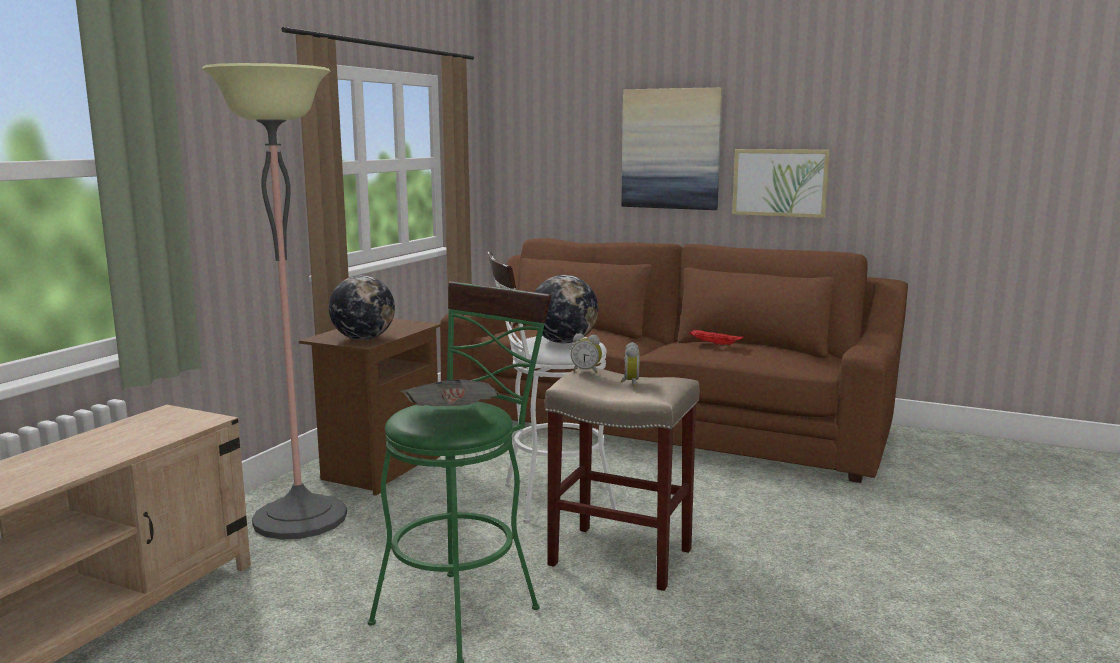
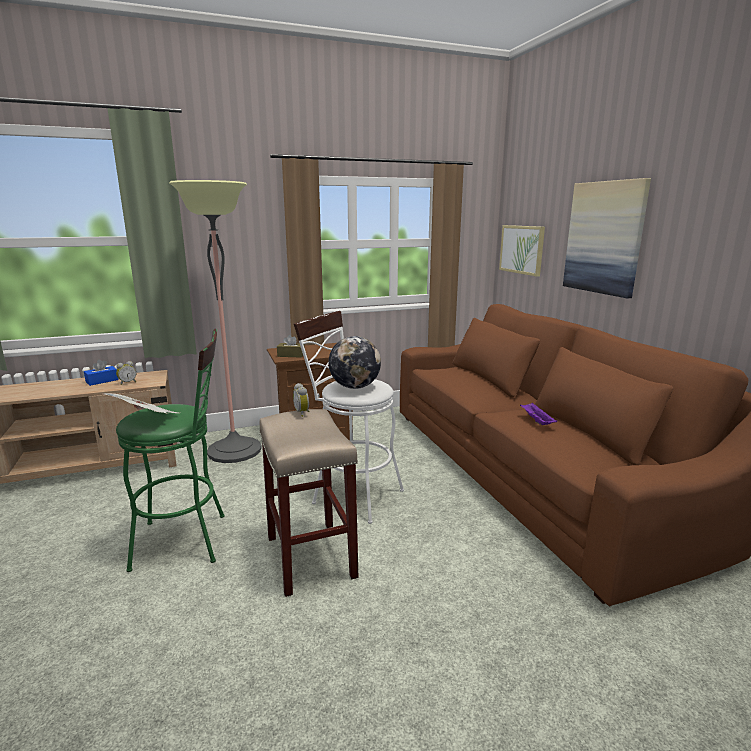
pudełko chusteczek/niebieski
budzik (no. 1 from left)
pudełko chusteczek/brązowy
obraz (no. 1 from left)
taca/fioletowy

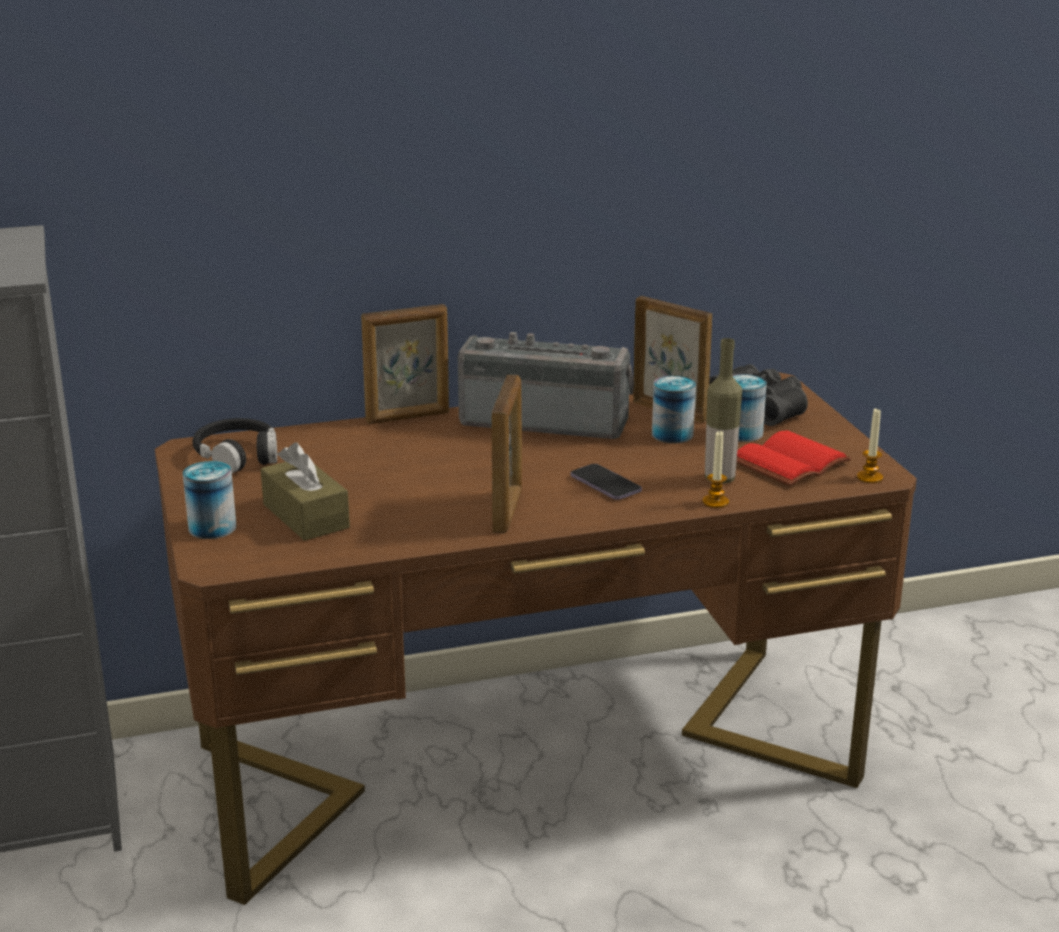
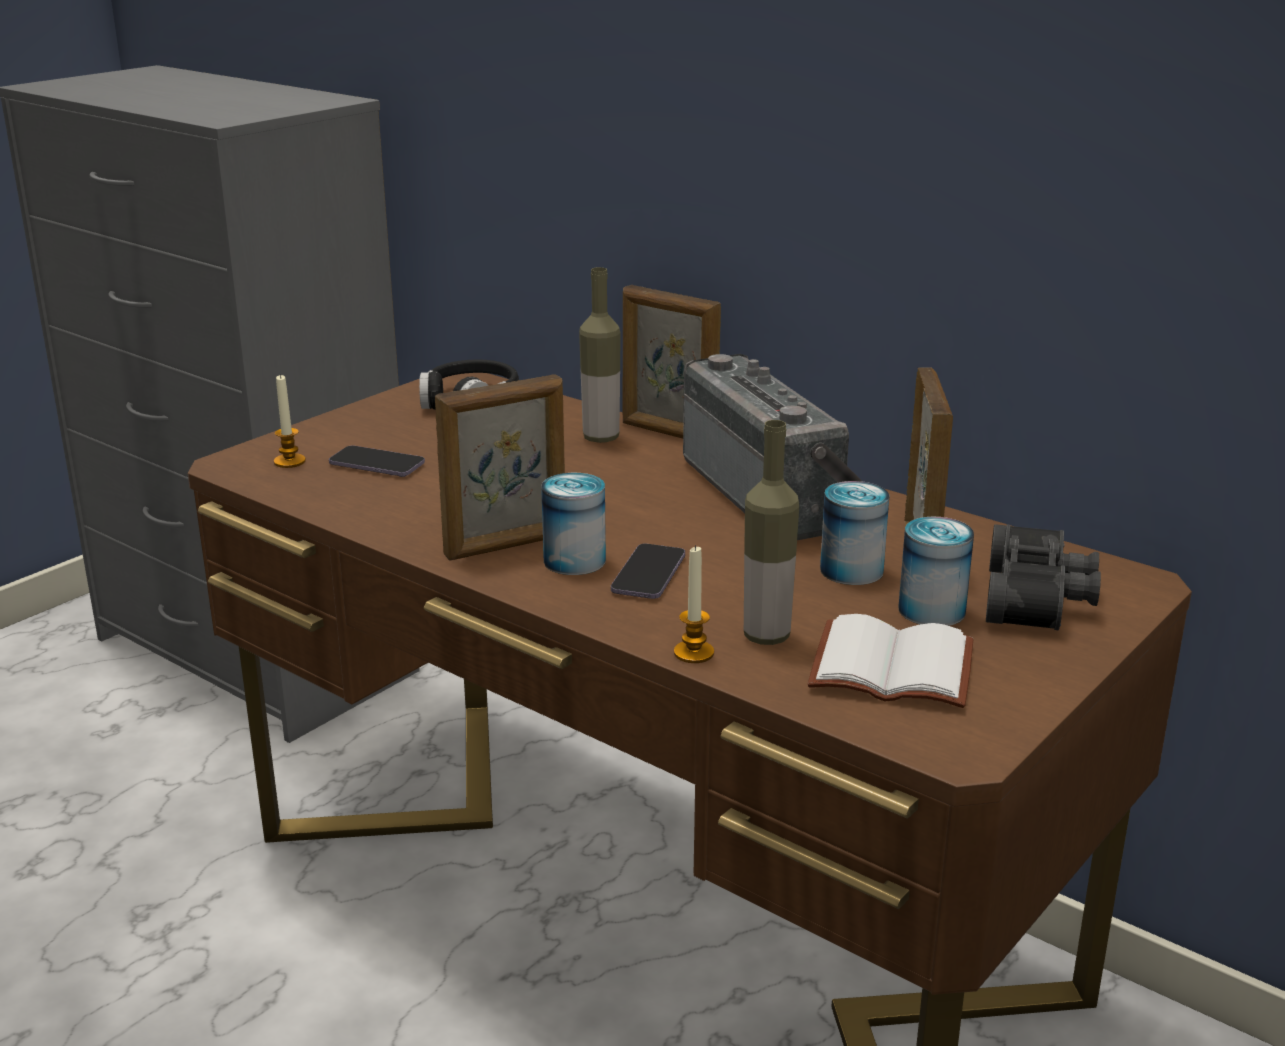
świeca (no. 1 from left)
telefon (no. 1 from left)
puszka (no. 1 from left)
butelka (no. 1 from left)
książka/biały

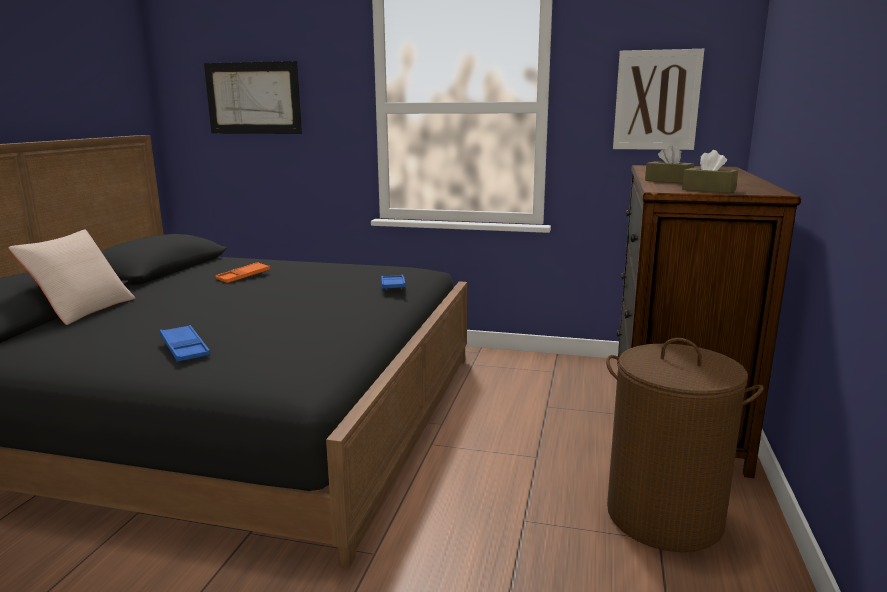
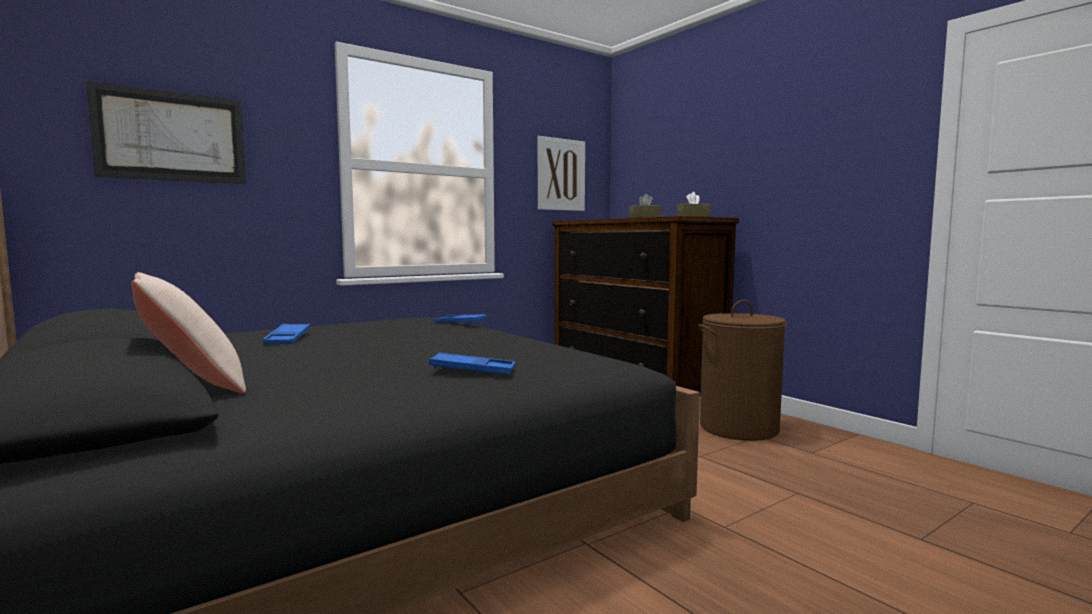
taca/niebieski (no. 1 from left)

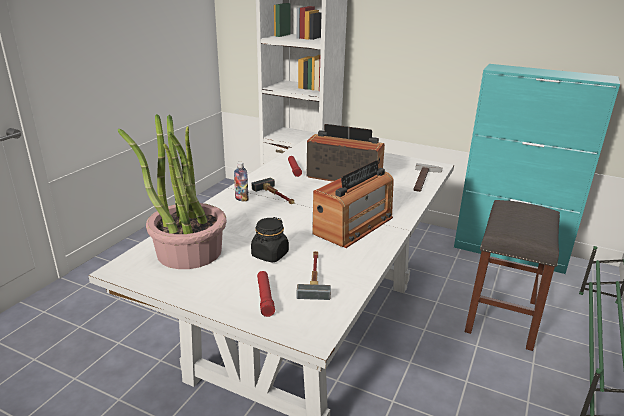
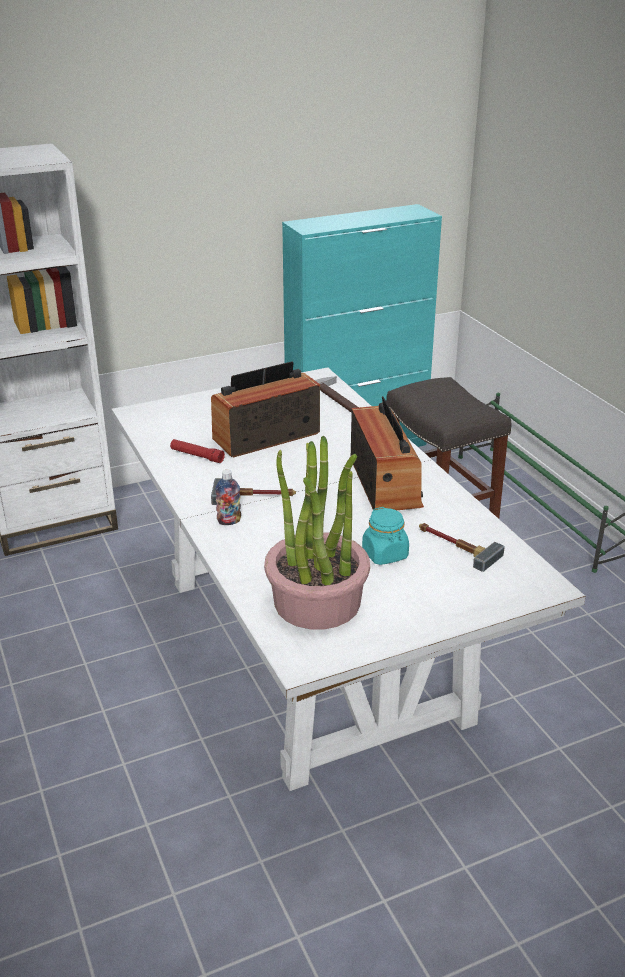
słoik/turkusowy
latarka/czerwony (no. 1 from left in the first image)

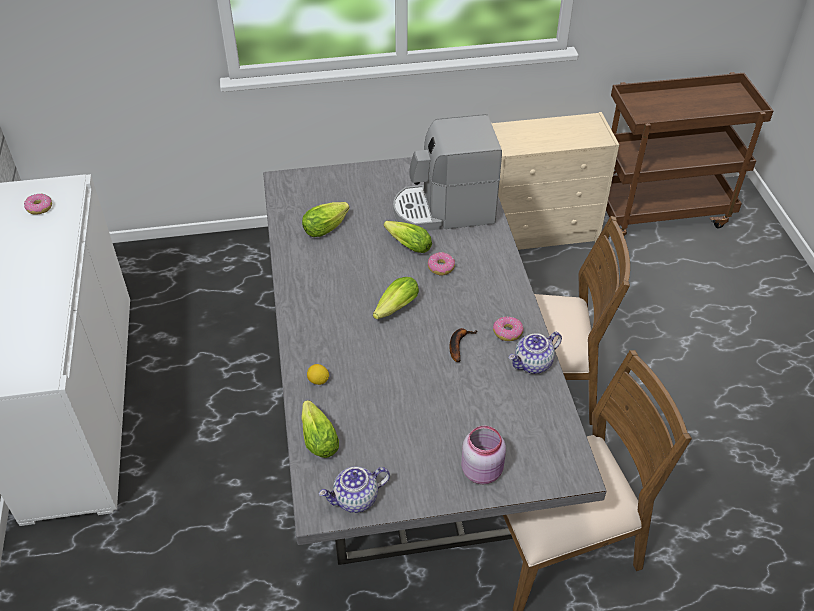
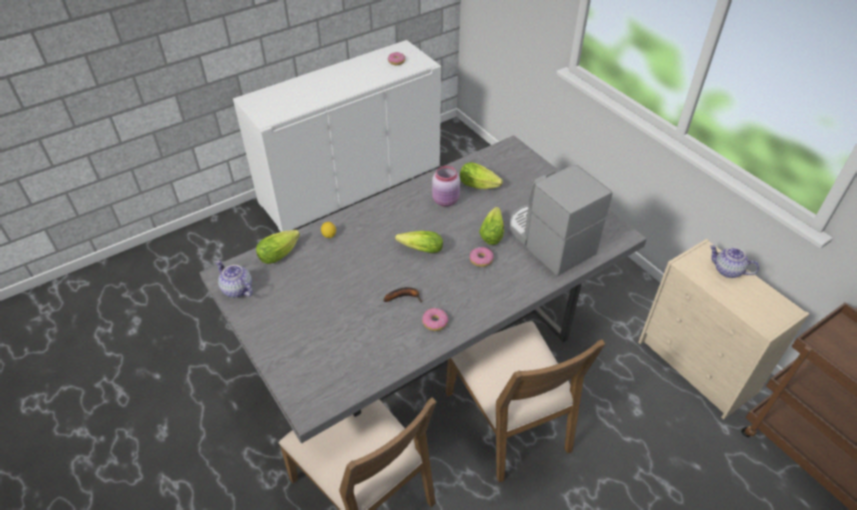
słoik/różowy
imbryk (no. 2 from left)

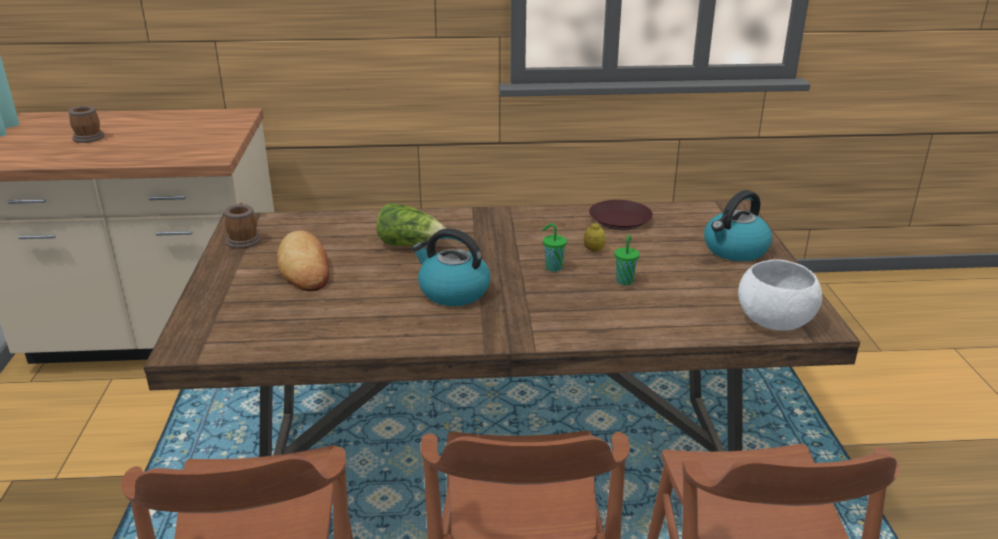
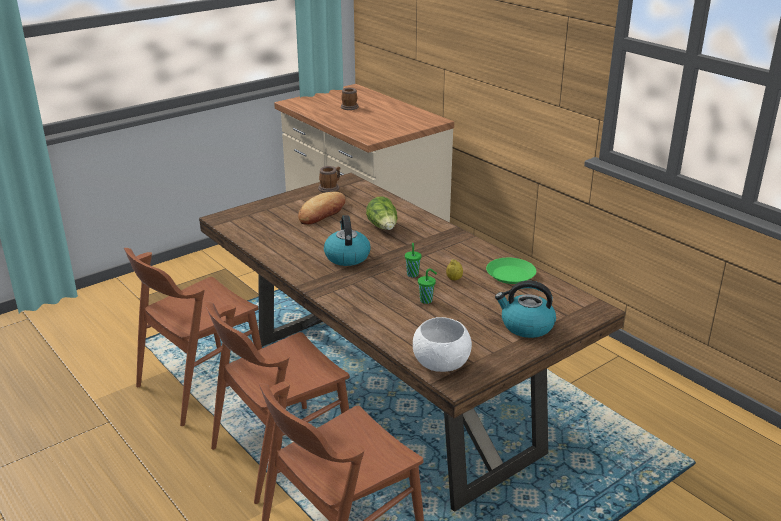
talerz/zielony

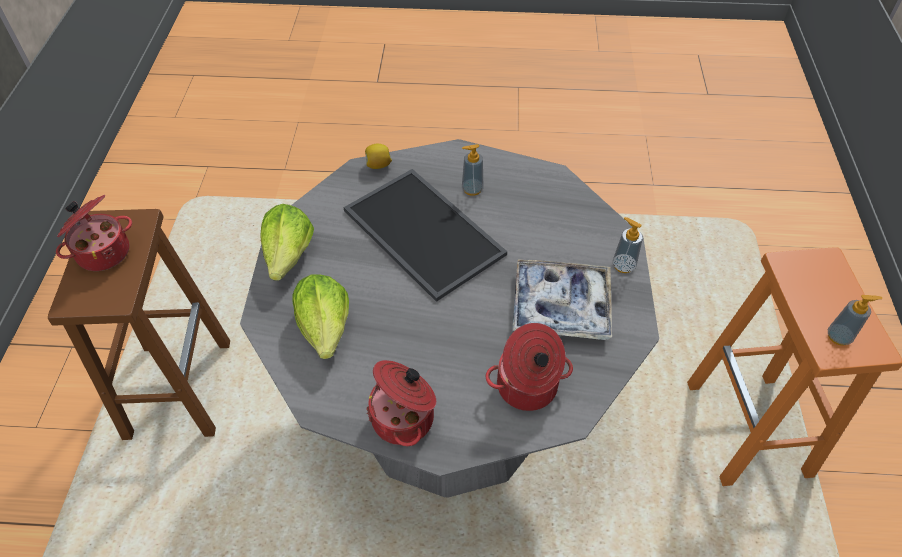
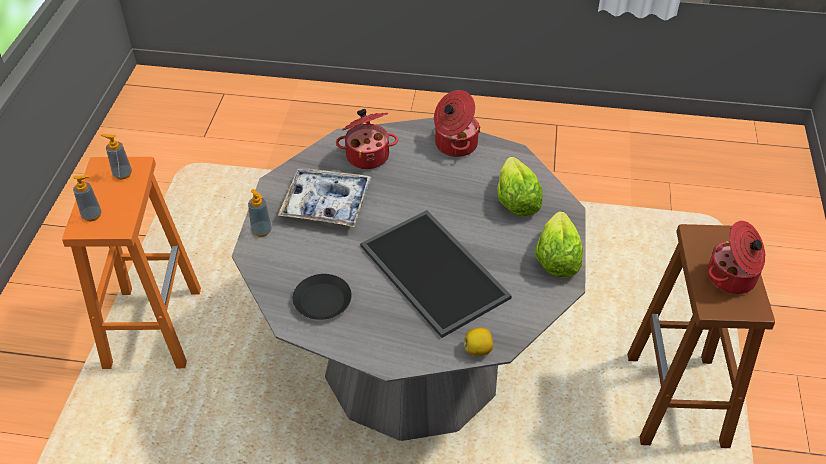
dozownik mydła (no. 1 from left)
talerz/czarny

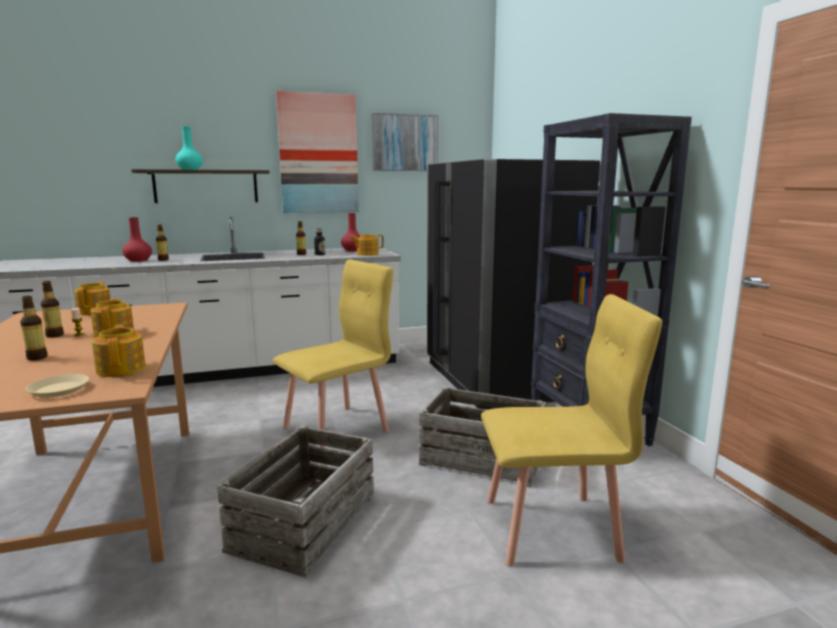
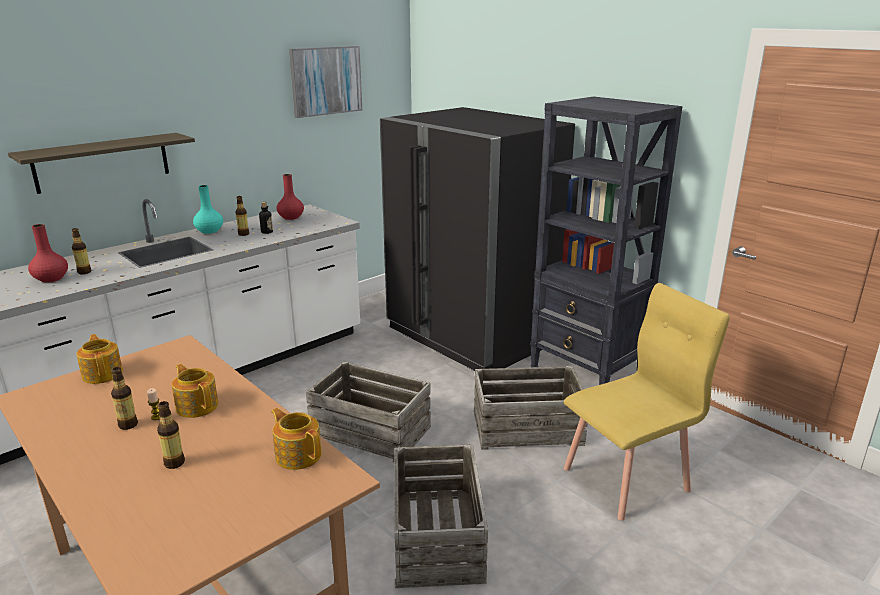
wazon/turkusowy
skrzynka (no. 1 from left)
talerz/beżowy
obraz (no. 1 from left in the first image)
imbryk (no. 4 from left in the first image)

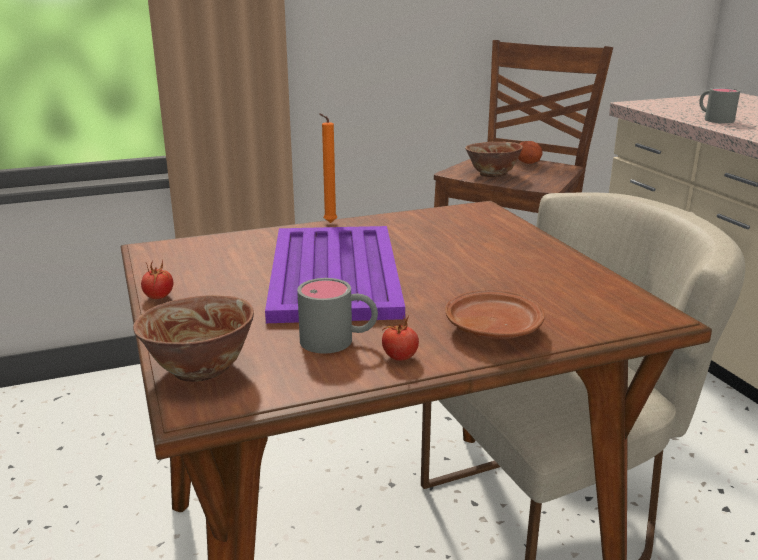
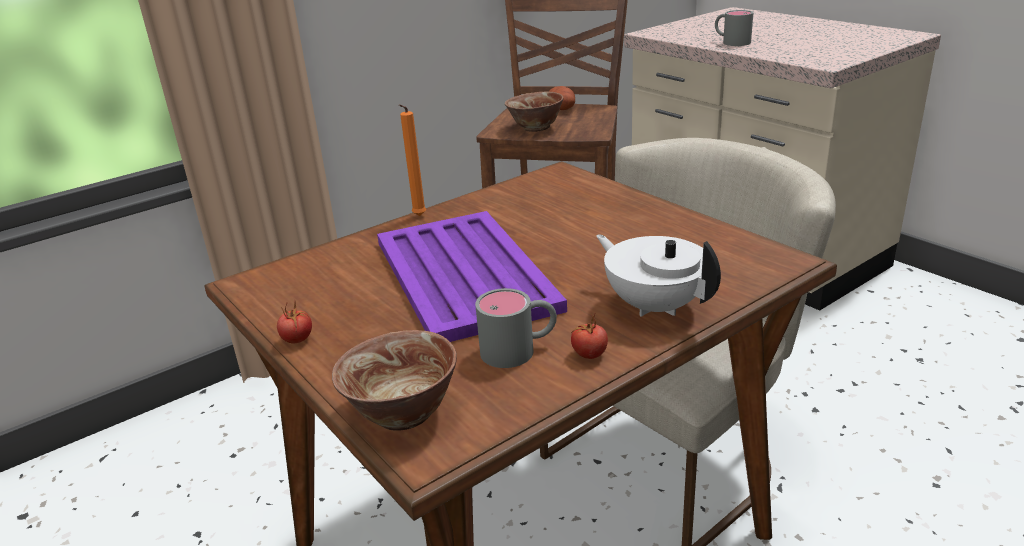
imbryk/biały

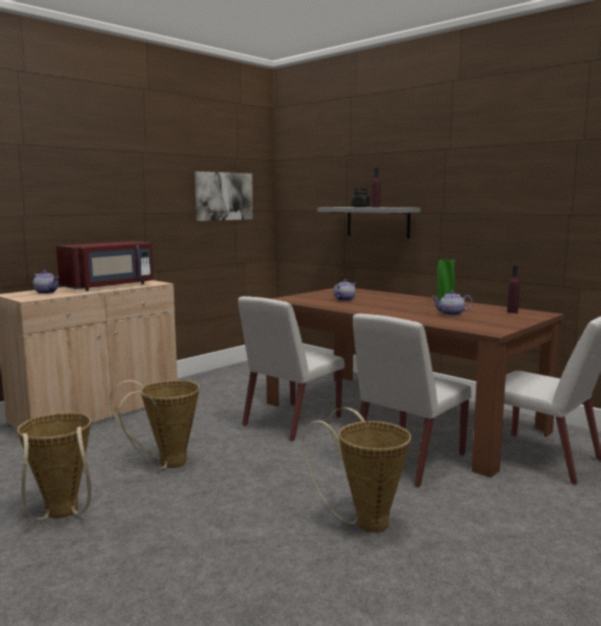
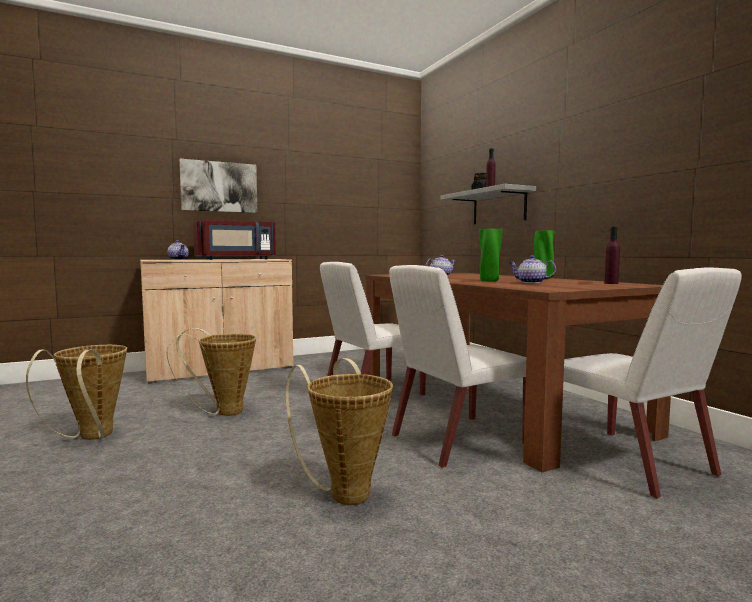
obraz
wazon/zielony (no. 1 from left)

